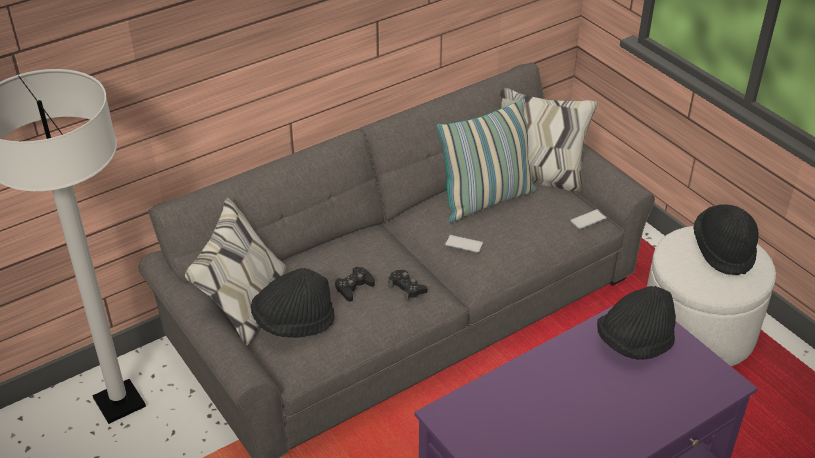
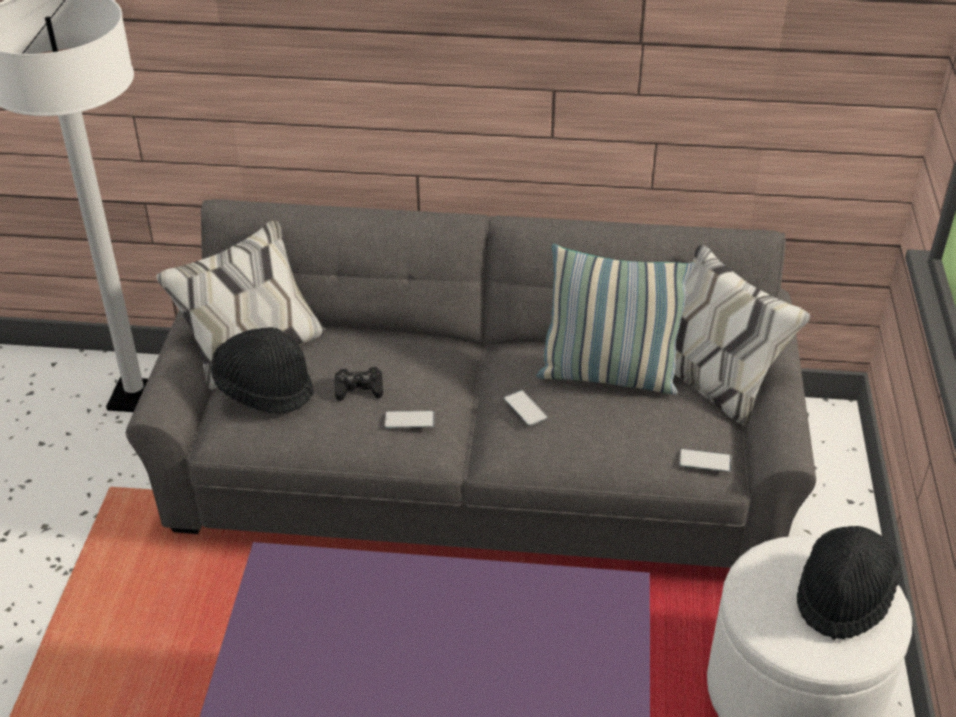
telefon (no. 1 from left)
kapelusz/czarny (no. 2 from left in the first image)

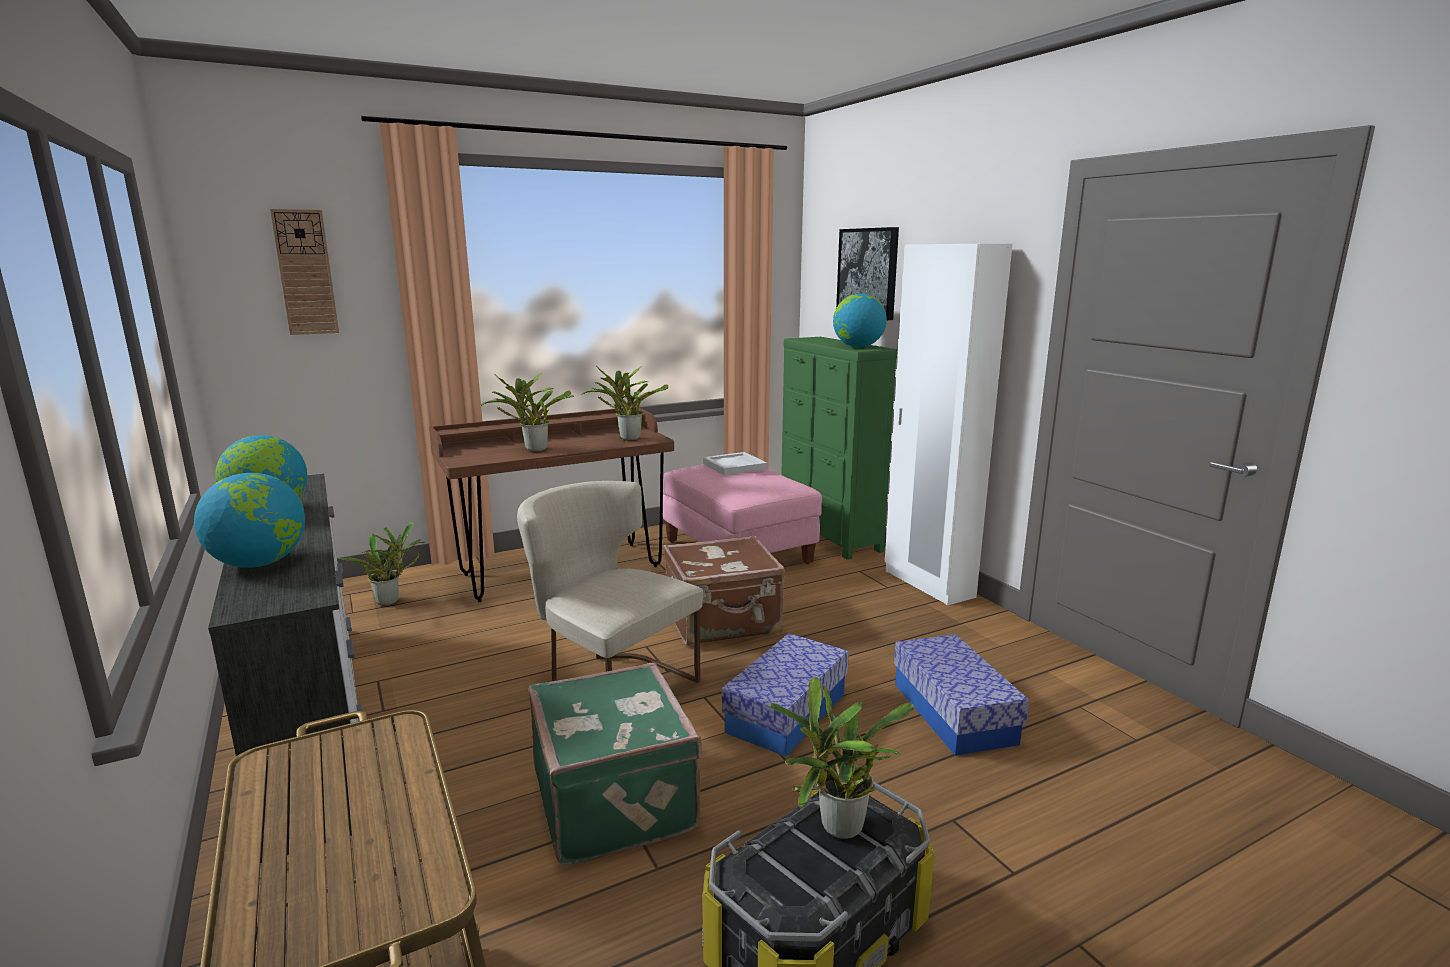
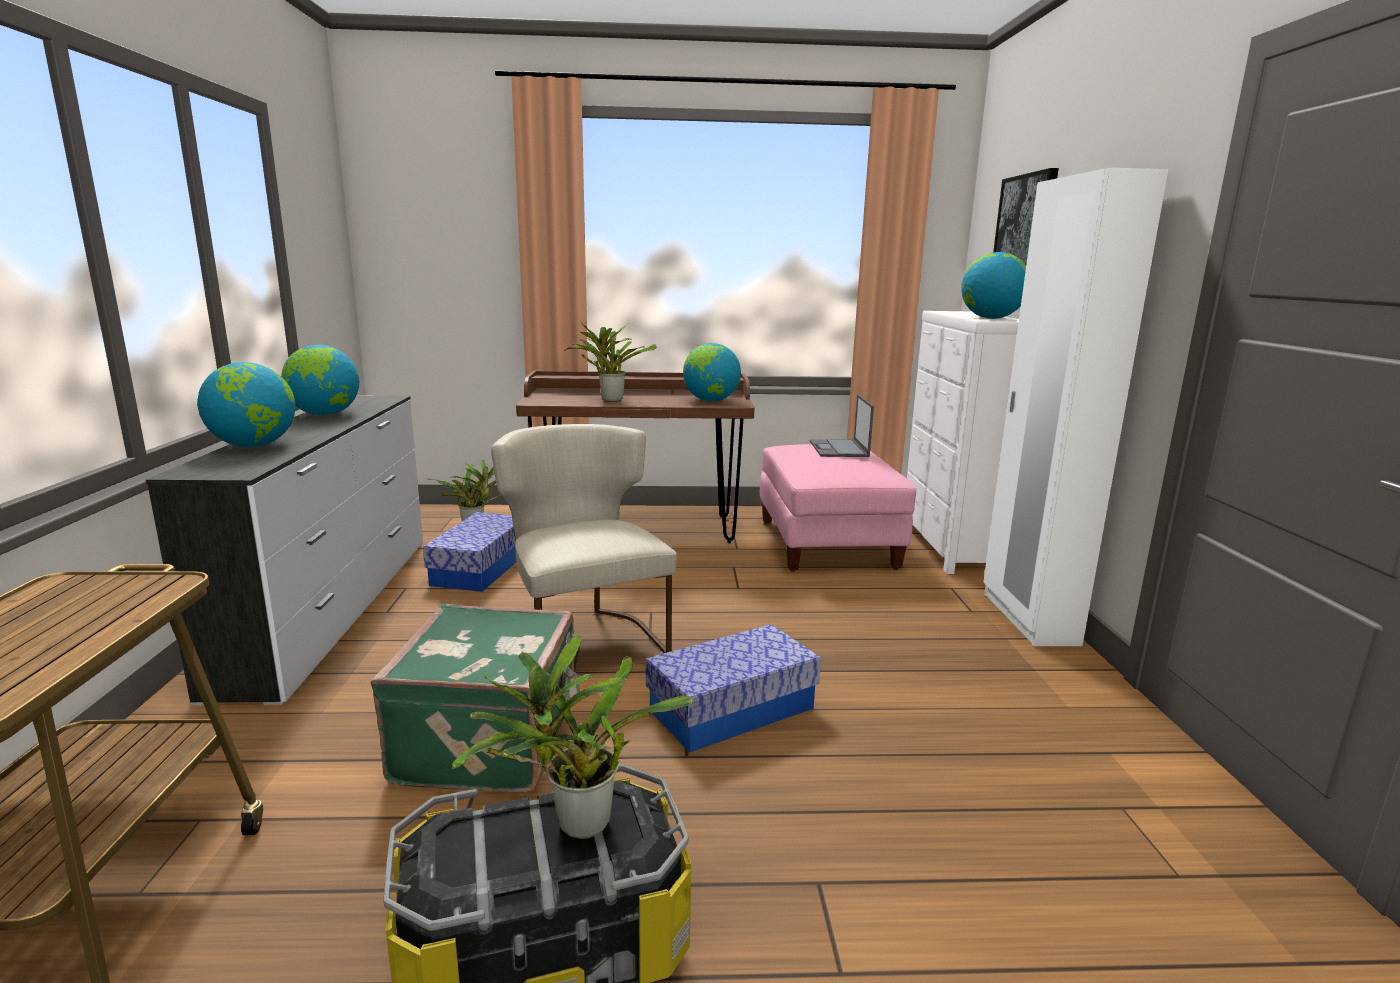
pojemnik do przechowywania (no. 1 from left)
globus (no. 3 from left)
laptop
komoda/biały (no. 2 from left)
zegar ścienny
walizka/brązowy

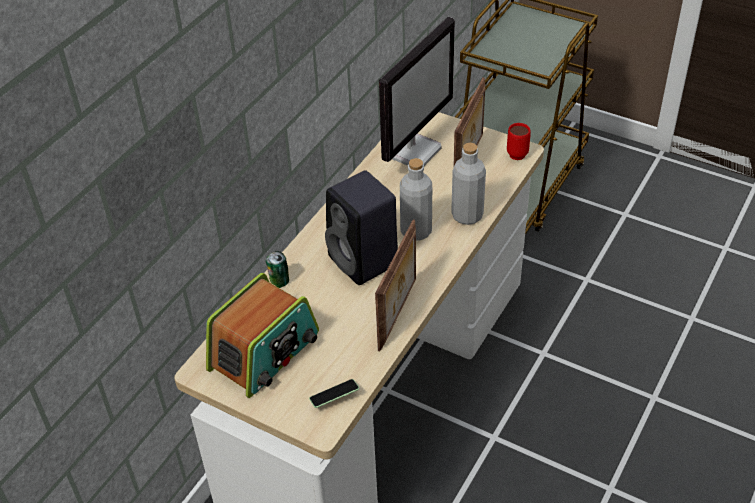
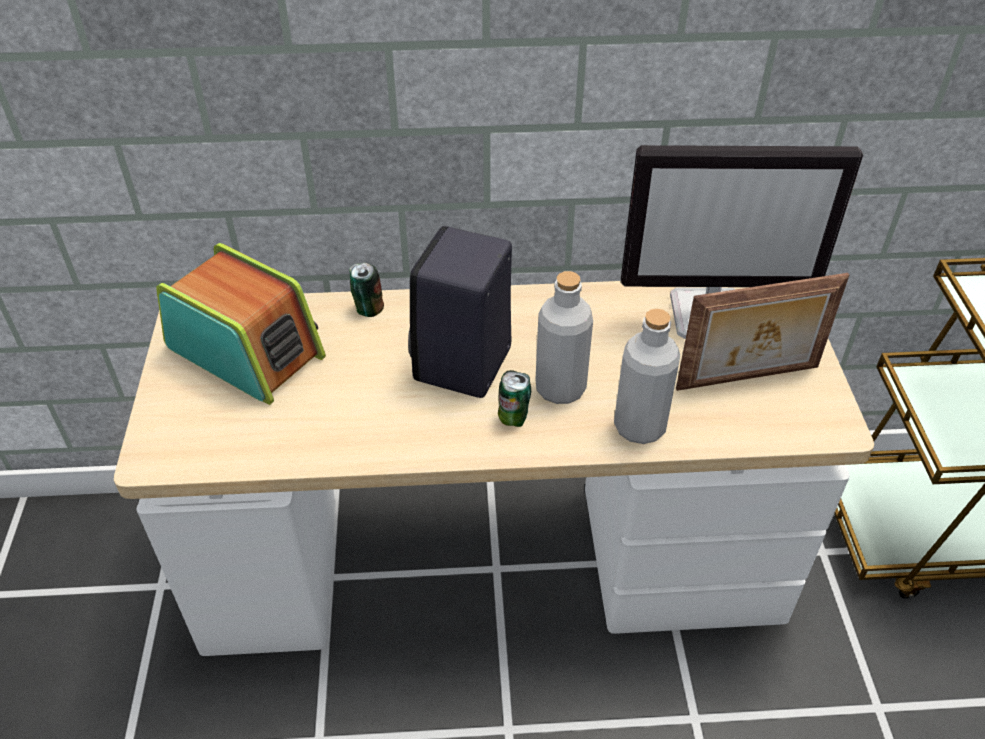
radio
puszka (no. 2 from left)
telefon
ramka na zdjęcie (no. 1 from left in the first image)
kubek/czerwony

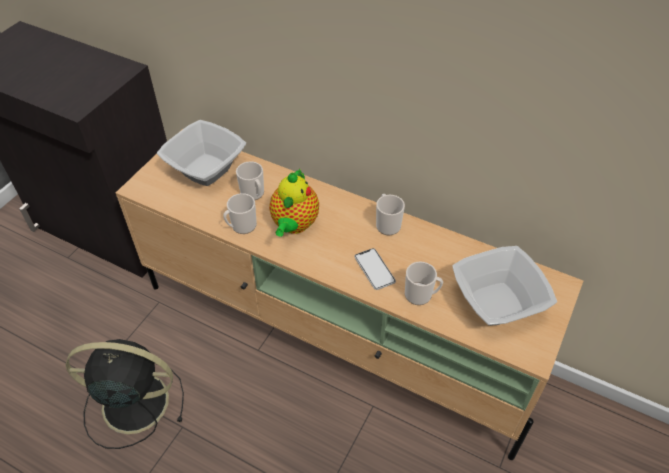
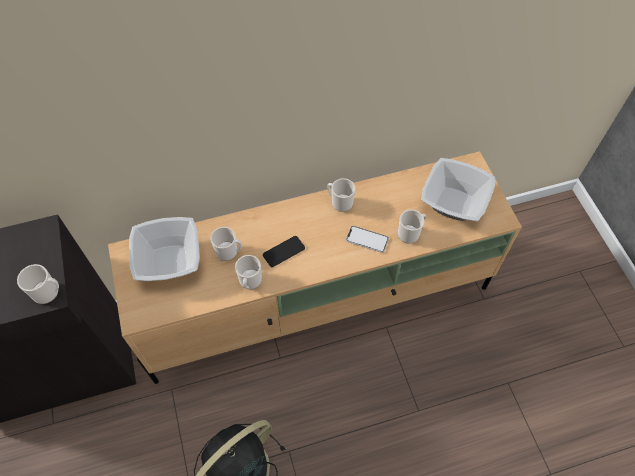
kubek (no. 1 from left)
telefon (no. 1 from left)

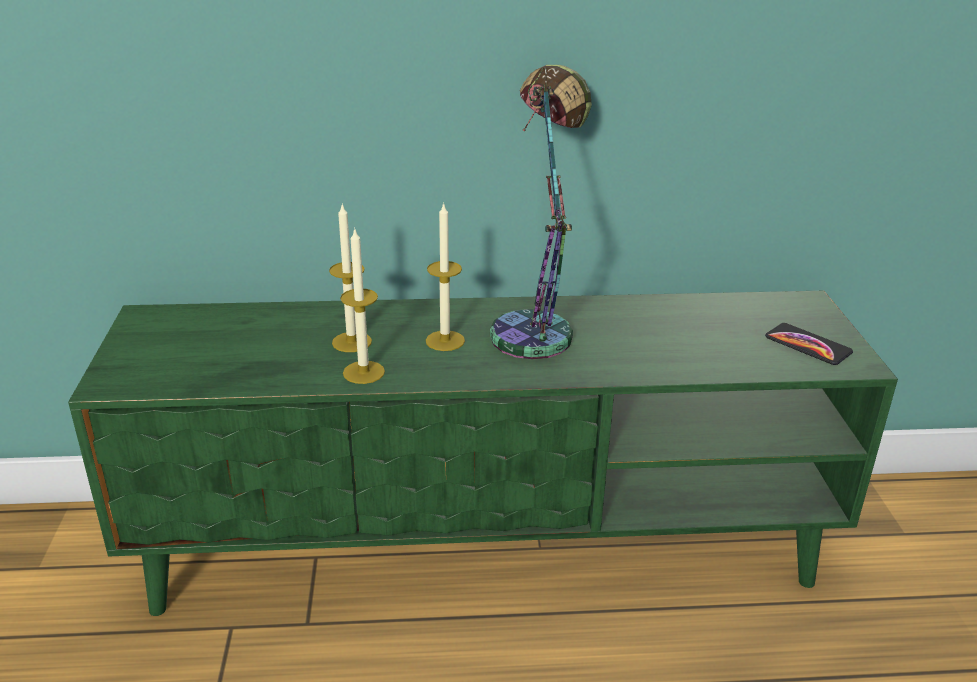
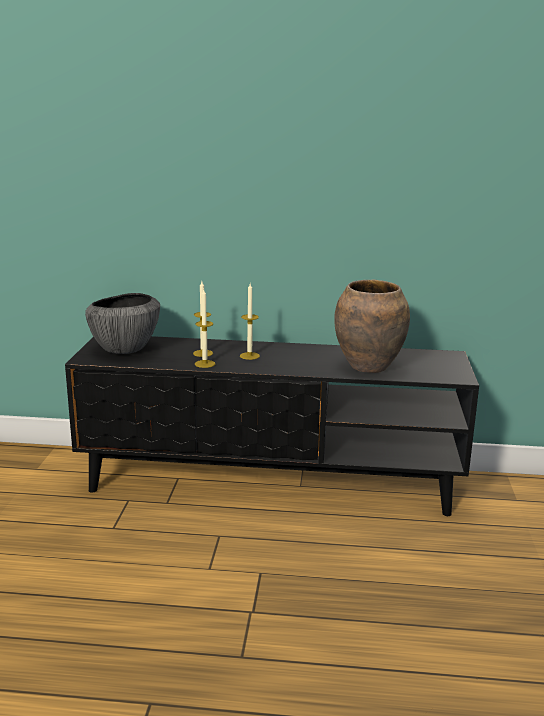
szafka pod telewizor/czarny
miska
wazon/brązowy
lampa stołowa
telefon

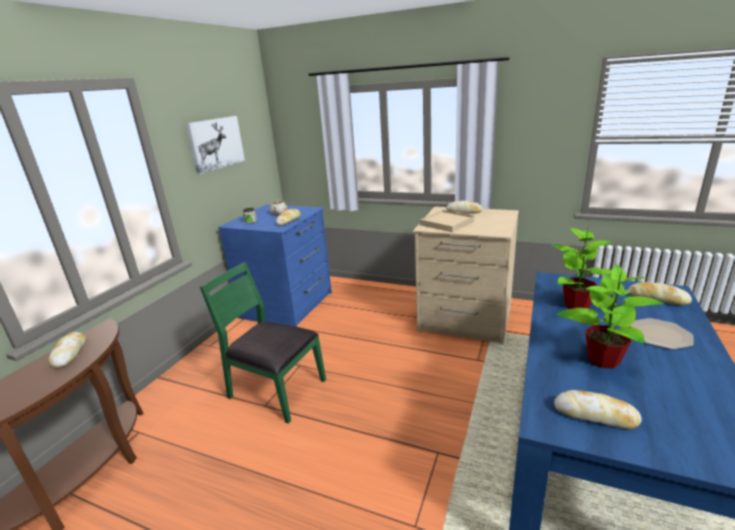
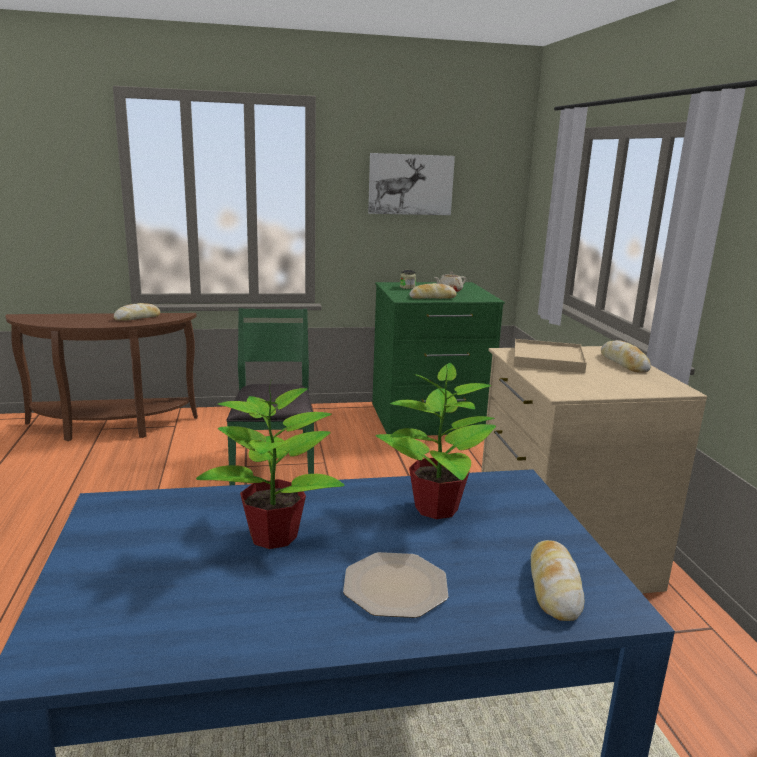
komoda/zielony
chleb (no. 4 from left in the first image)

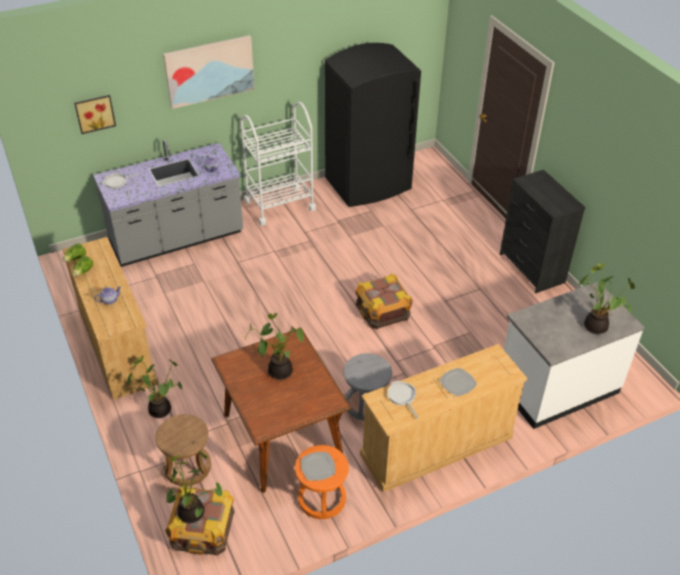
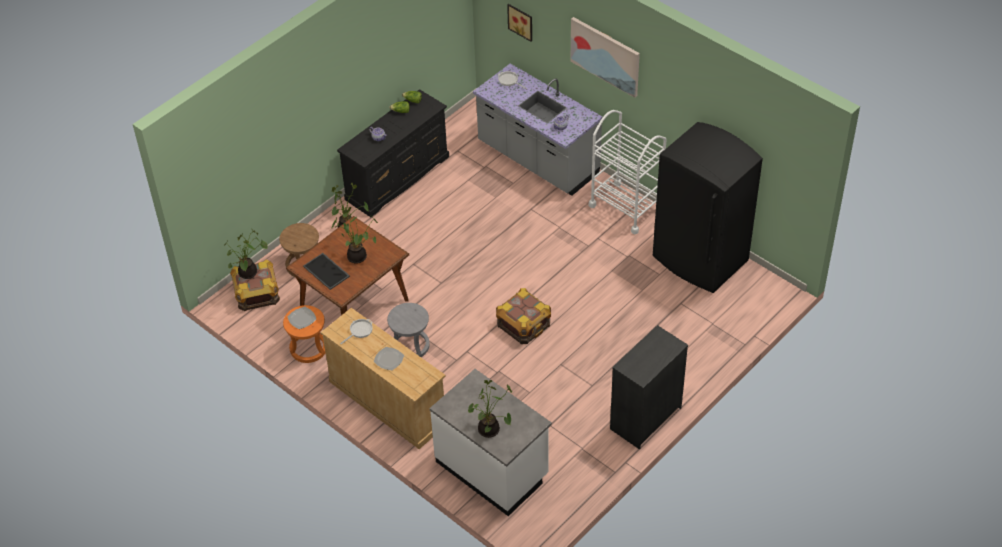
taca
komoda/czarny (no. 1 from left)

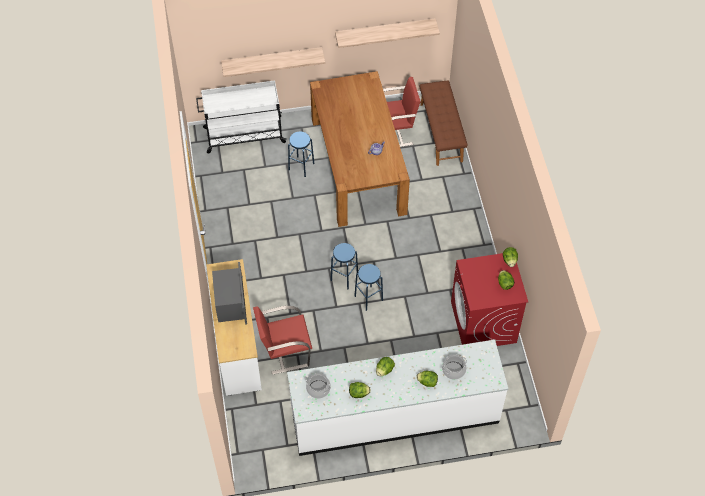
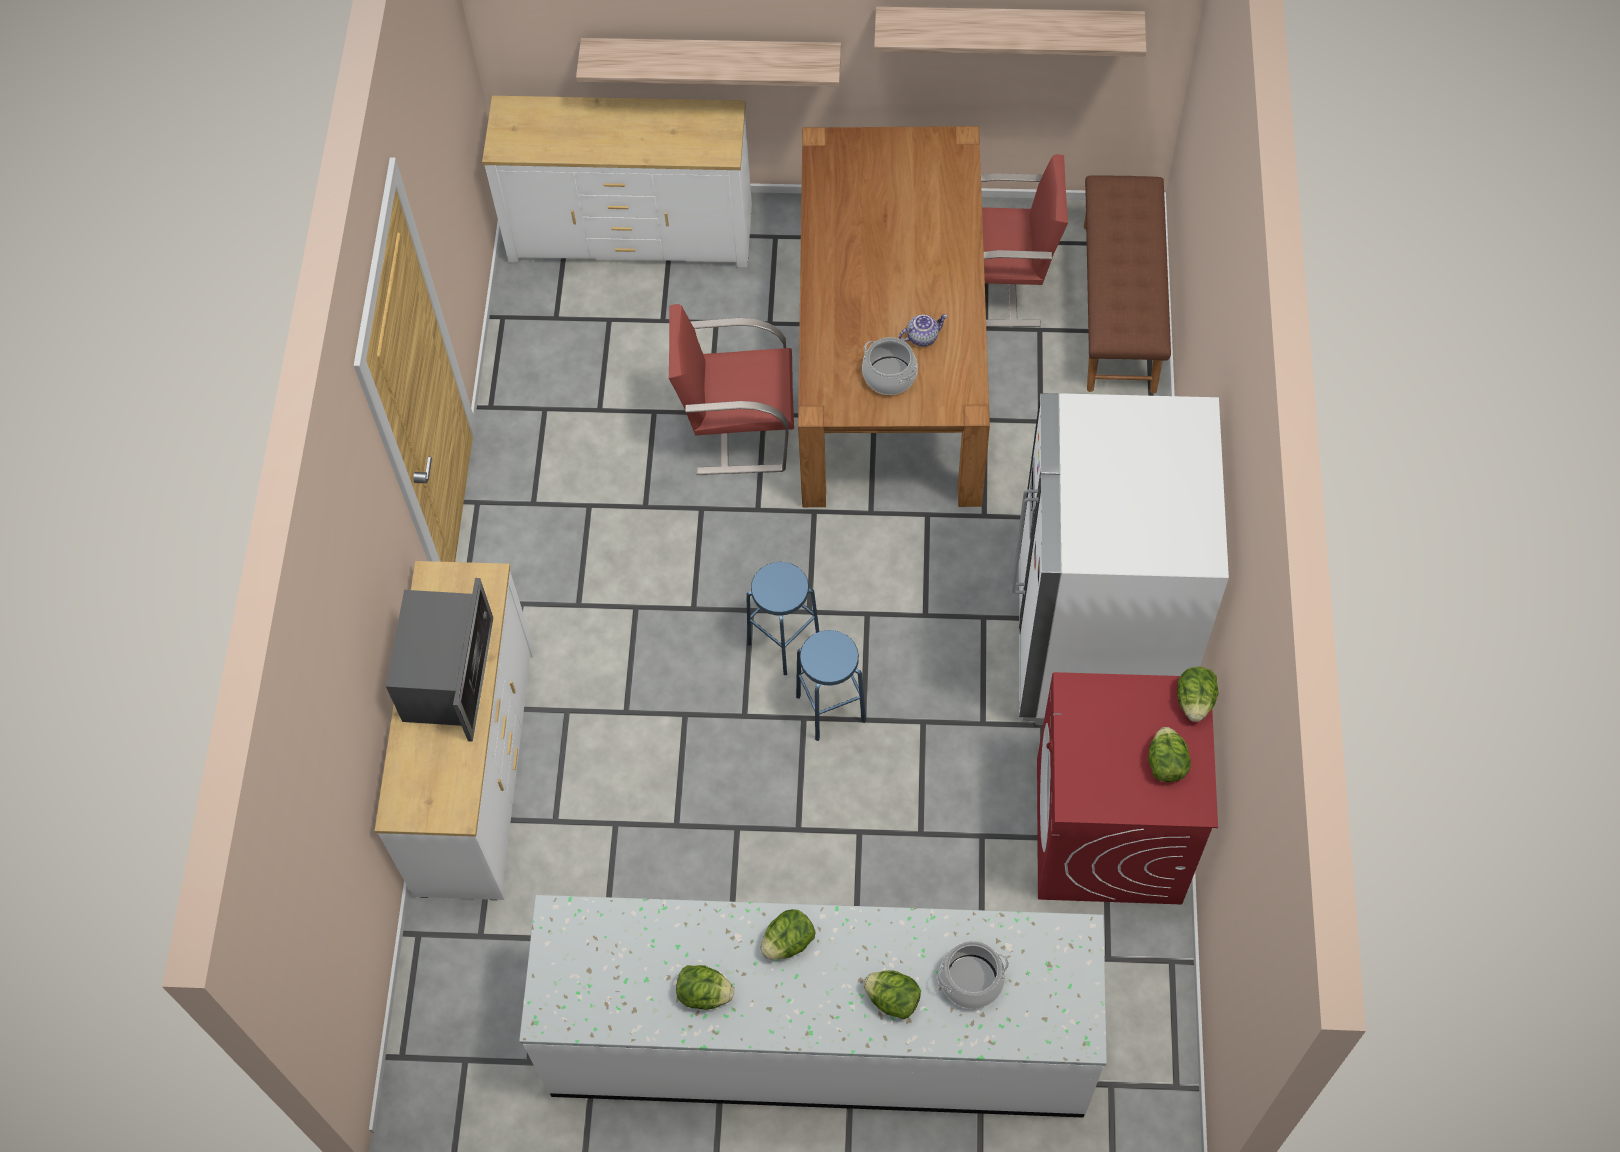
komoda/biały (no. 2 from left)
krzesło/czerwony (no. 1 from left)
garnek (no. 1 from left)
lodówka/biały
stołek/niebieski (no. 1 from left in the first image)

